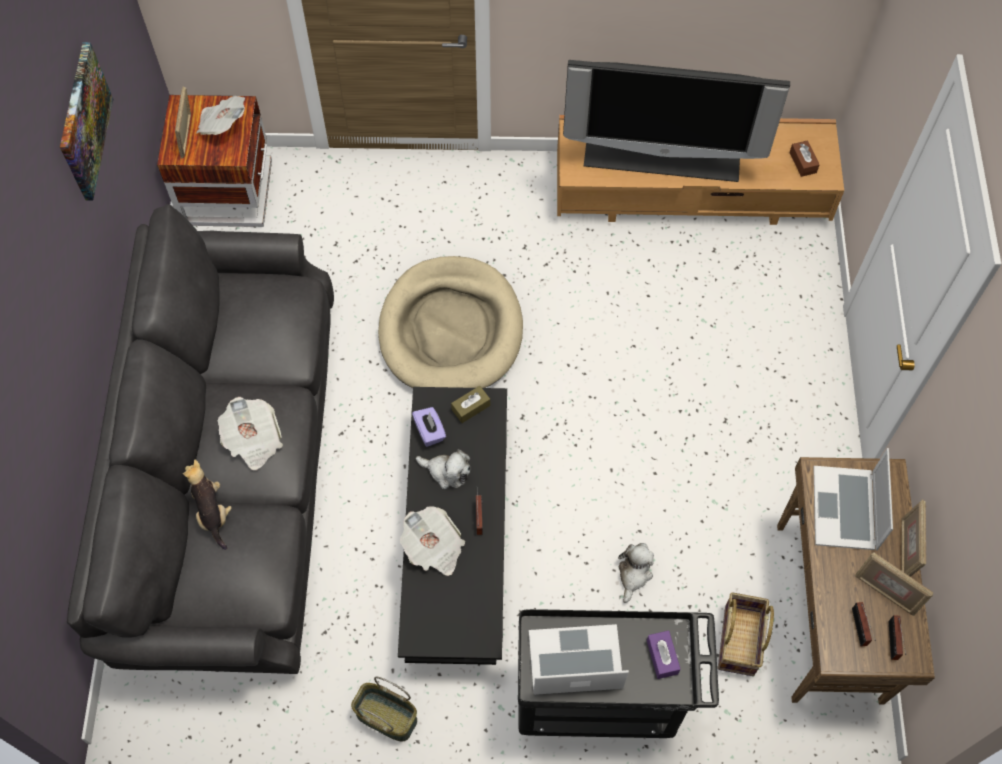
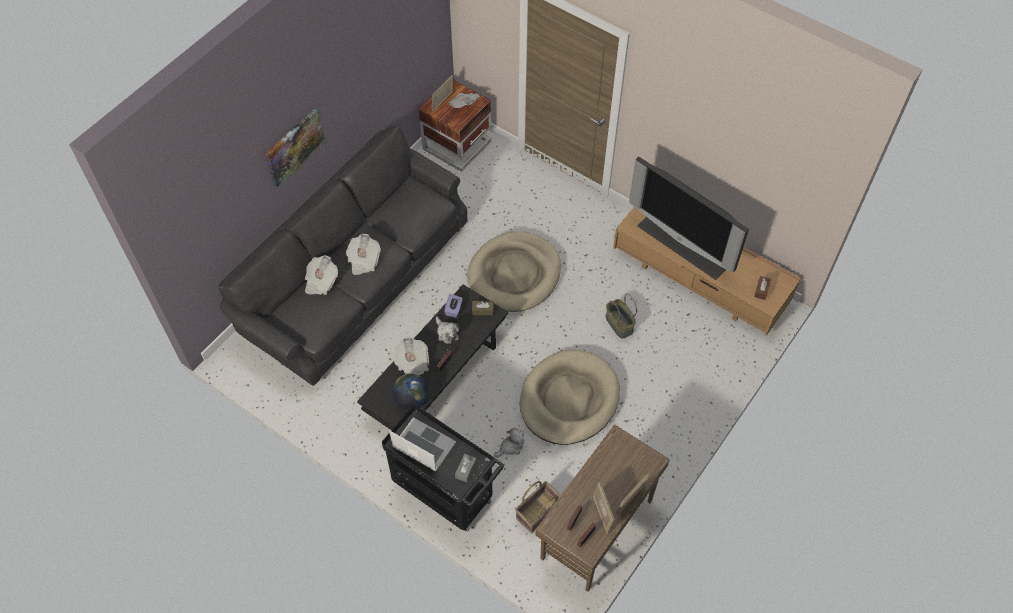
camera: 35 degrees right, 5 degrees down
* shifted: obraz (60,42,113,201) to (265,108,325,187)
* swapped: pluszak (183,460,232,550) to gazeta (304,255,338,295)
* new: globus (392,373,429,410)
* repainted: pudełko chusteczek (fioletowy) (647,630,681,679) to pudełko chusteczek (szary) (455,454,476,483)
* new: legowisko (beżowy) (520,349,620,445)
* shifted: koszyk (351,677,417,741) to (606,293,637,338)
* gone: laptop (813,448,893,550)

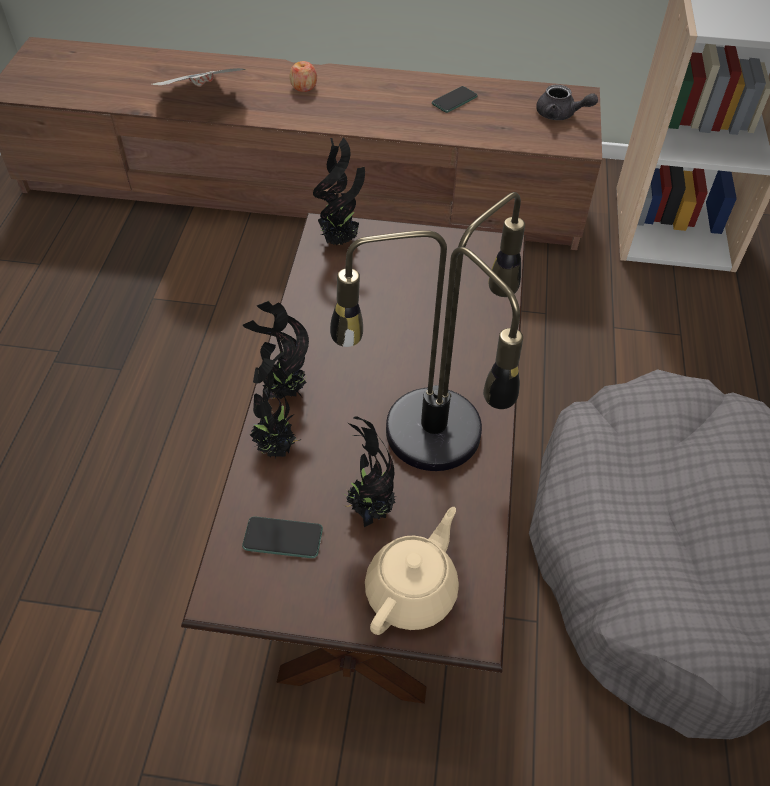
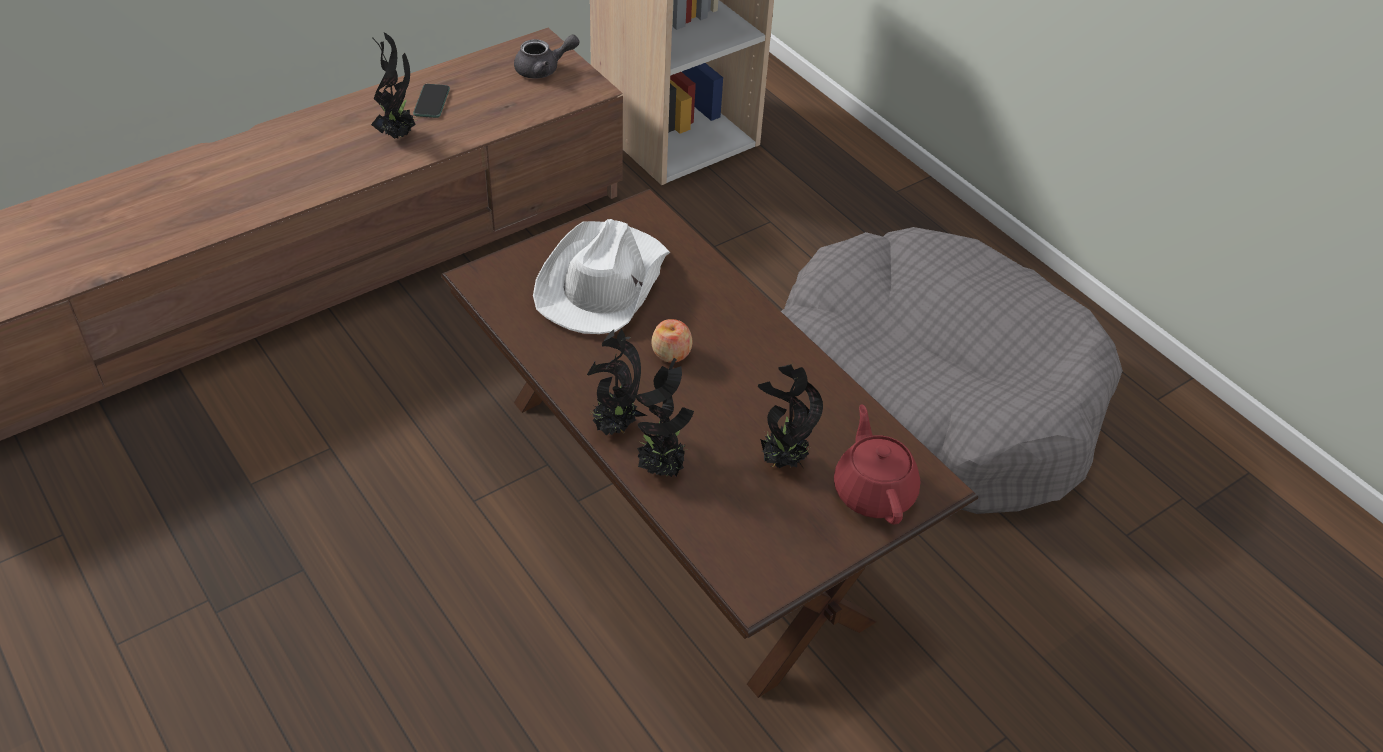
camera: 45 degrees left, 5 degrees down
* shifted: roślina doniczkowa (313,137,365,245) to (371,33,416,139)
* new: kapelusz (biały) (533,219,670,334)
* shifted: jabłko (290,61,317,92) to (651,319,693,363)
* repainted: imbryk (beżowy) (365,507,459,635) to imbryk (czerwony) (834,404,920,524)
* gone: gazeta (151,68,246,87)
* gone: telefon (242,516,323,558)
* gone: lampa stołowa (330,192,525,471)

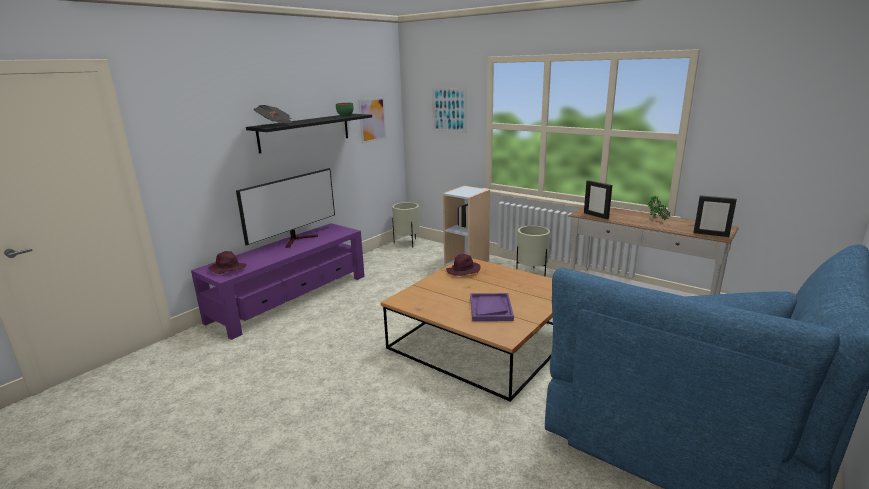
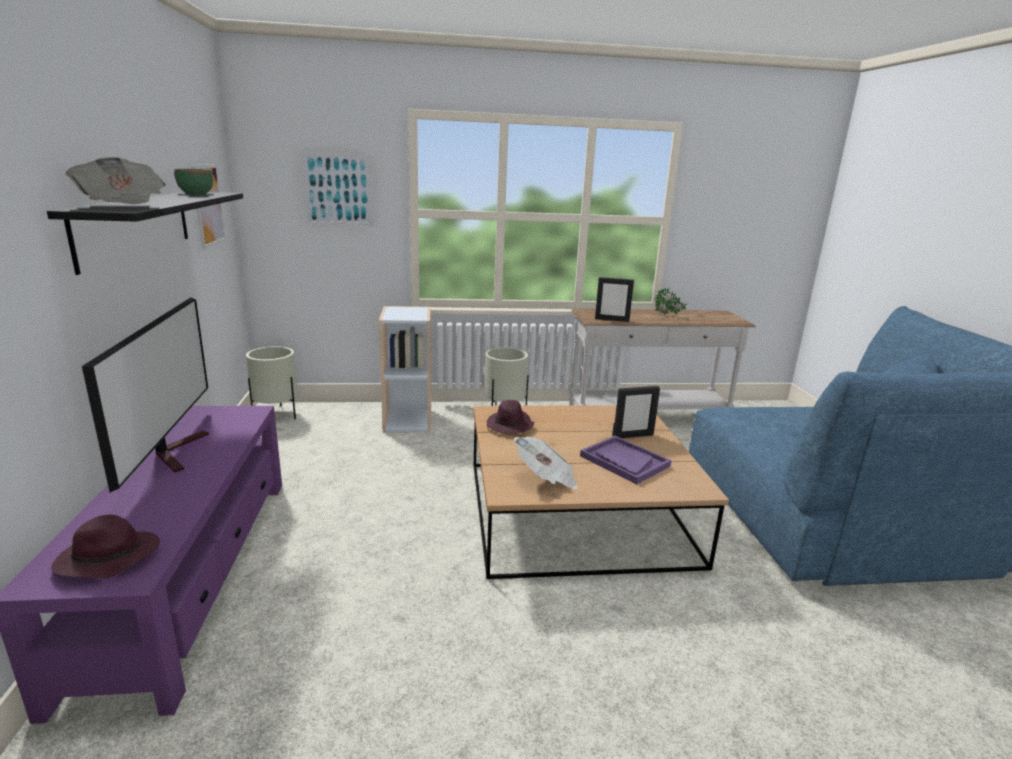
camera: 45 degrees left, 0 degrees up
* new: gazeta (514,437,578,489)
* shifted: ramka na zdjęcie (694,195,737,237) to (612,386,660,438)

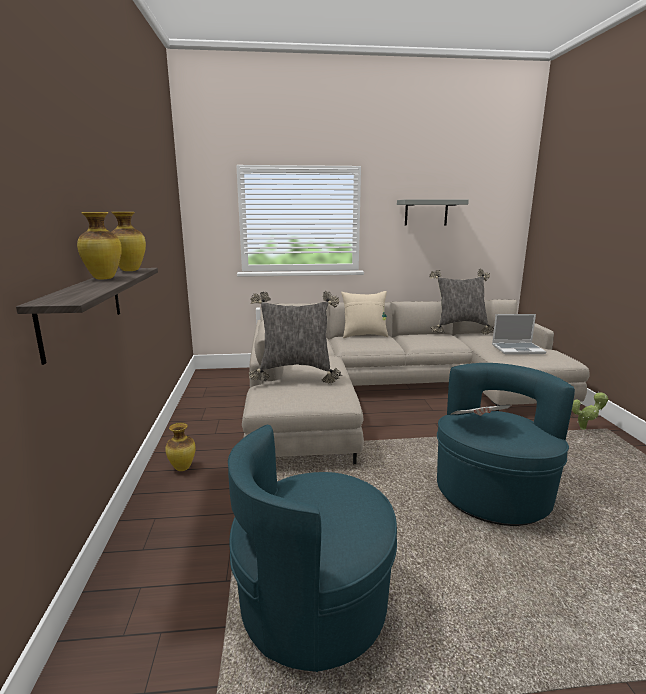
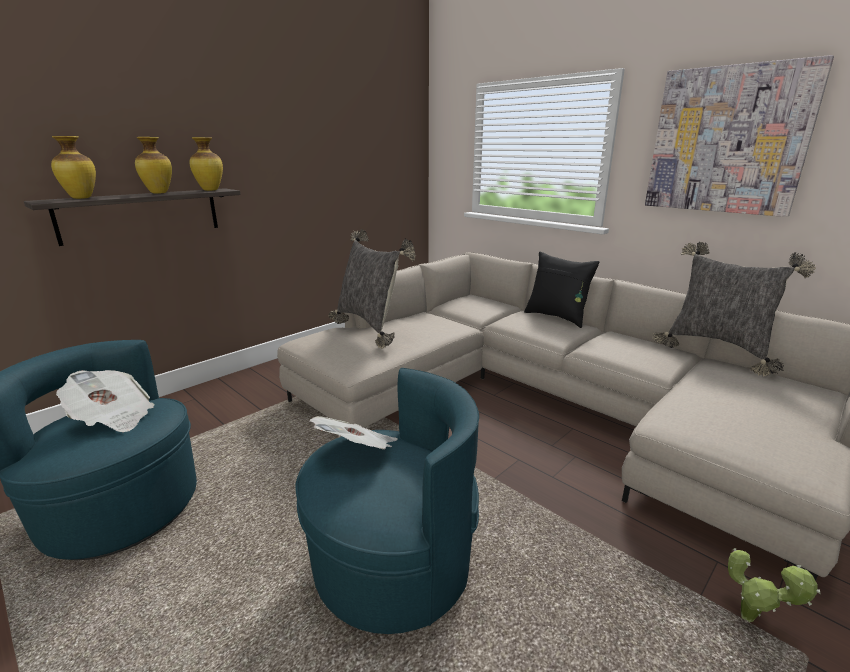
camera: 50 degrees right, 5 degrees up
* shifted: wazon (165,423,196,471) to (51,136,96,199)
* new: gazeta (56,370,155,432)
* repainted: poduszka (beżowy) (341,291,388,338) to poduszka (czarny) (524,251,599,328)
* swapped: półka (szary) (397,199,469,226) to obraz (645,55,834,217)
* gone: laptop (492,314,546,355)

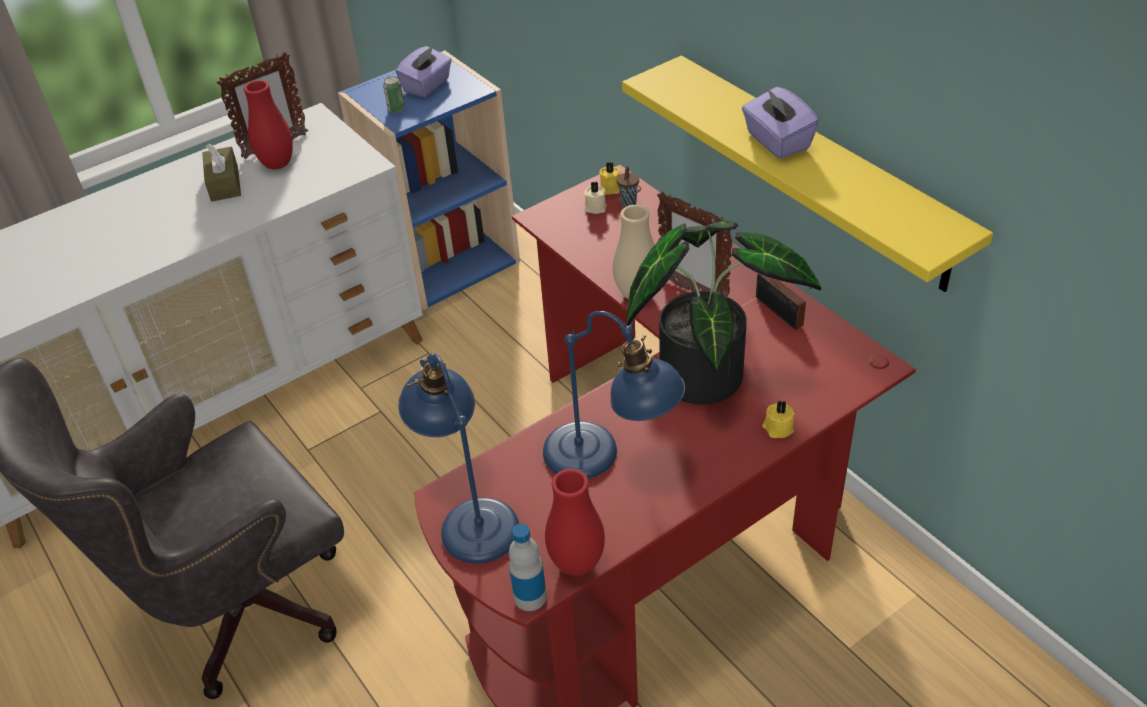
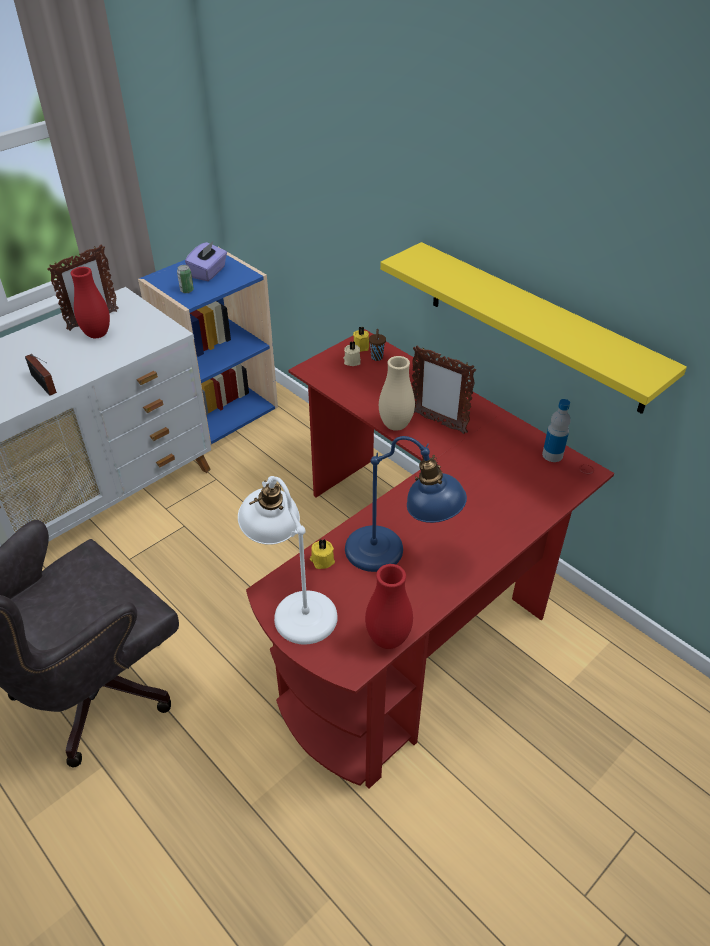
camera: 10 degrees left, 0 degrees up
* shifted: radio (756,273,812,330) to (25,354,57,396)
* repainted: lampa stołowa (niebieski) (398,353,519,564) to lampa stołowa (biały) (238,476,338,644)
* shifted: świeca (żółty) (762,400,795,438) to (310,538,335,569)
* shifted: butelka (509,524,547,611) to (542,399,571,462)
* gone: pudełko chusteczek (brązowy) (202,143,241,202)
* gone: roślina doniczkowa (627,220,821,405)
* gone: pudełko chusteczek (fioletowy) (742,87,819,159)

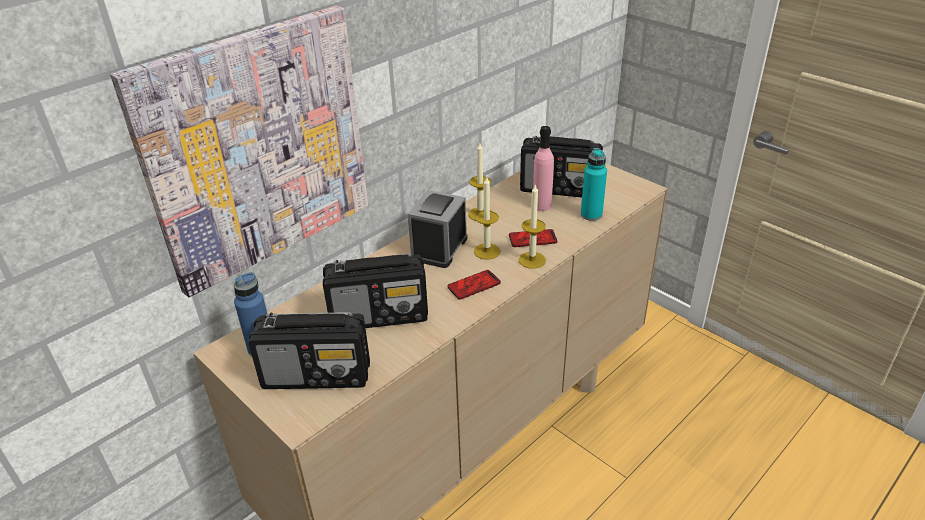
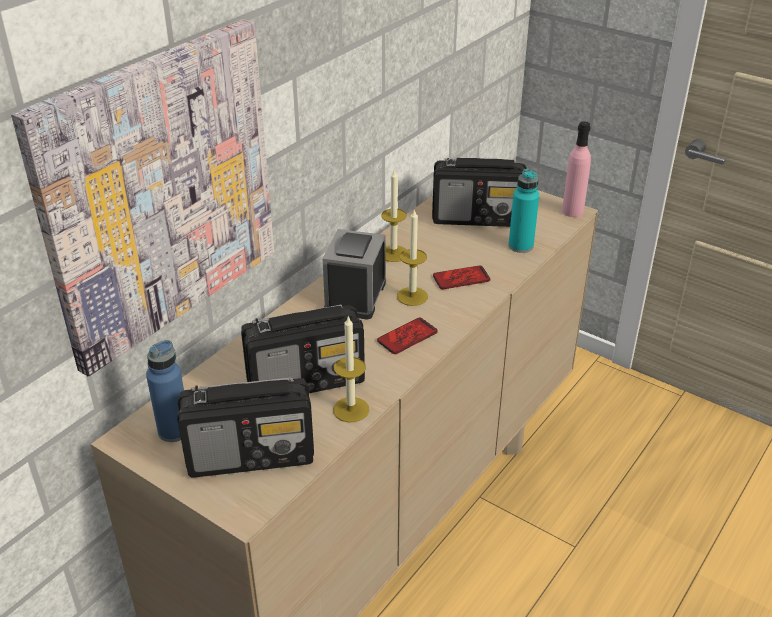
camera: 10 degrees left, 0 degrees up
* shifted: świeca (519,184,546,269) to (333,316,369,423)
* shifted: butelka (różowy) (533,126,554,211) to (562,121,591,217)

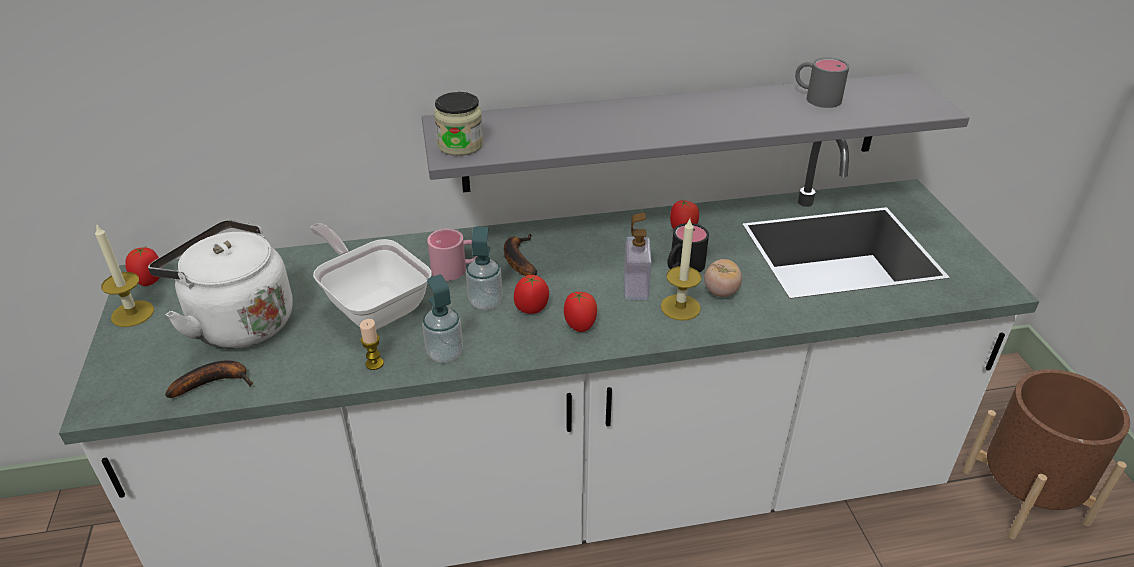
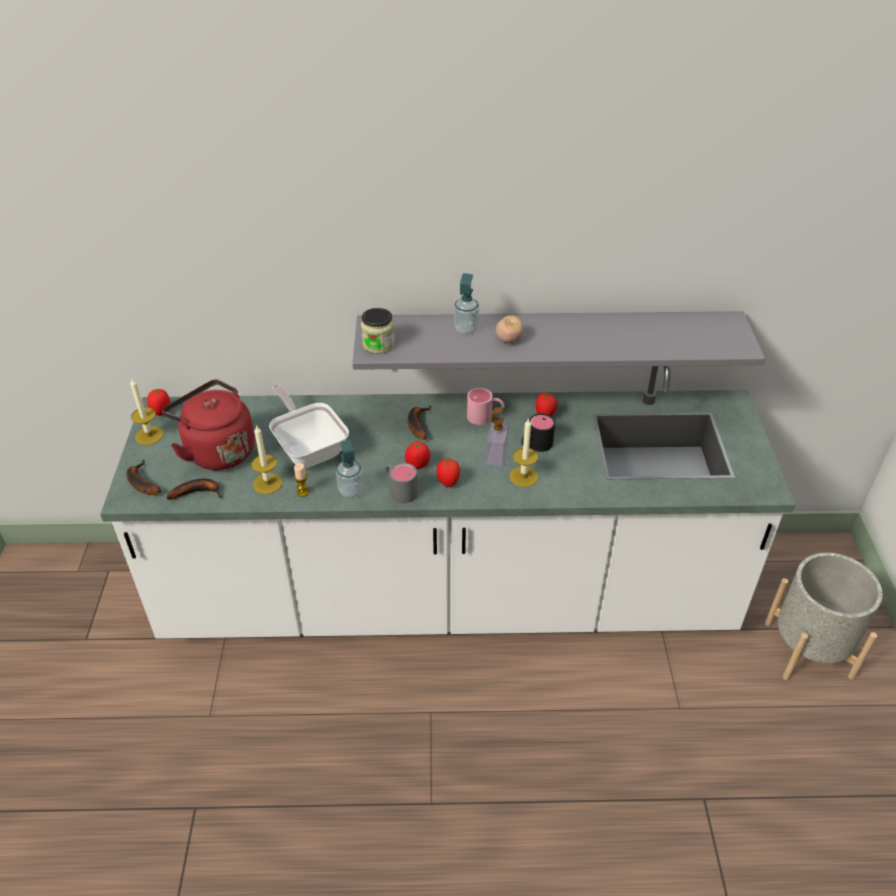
camera: 10 degrees right, 5 degrees up
* new: banan (126,460,161,495)
* repainted: czajnik (biały) (148,220,293,349) to czajnik (czerwony) (162,379,255,470)
* new: świeca (251,425,282,494)
* shifted: kubek (szary) (795,57,849,108) to (385,463,418,503)
* shifted: dozownik mydła (466,227,502,310) to (454,273,479,335)
* shifted: kubek (różowy) (427,229,477,281) to (467,388,505,425)
* shifted: pomidor (704,259,742,297) to (496,315,524,343)
* repainted: donica (brązowy) (963,369,1130,539) to donica (szary) (765,553,883,680)

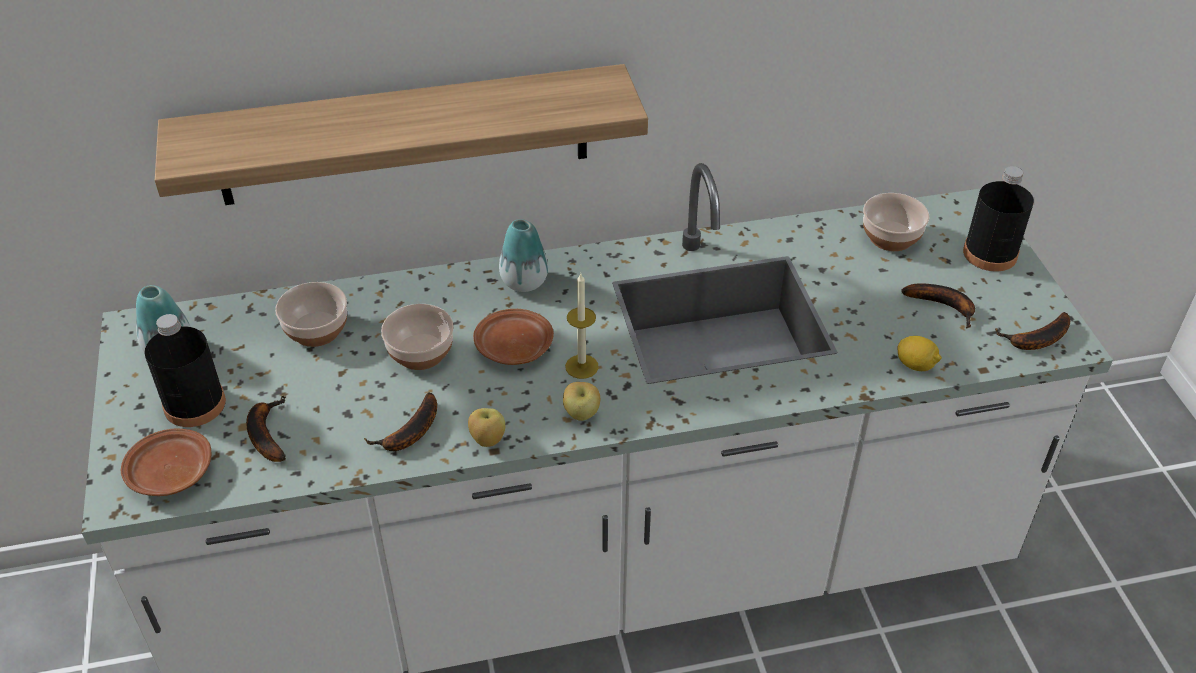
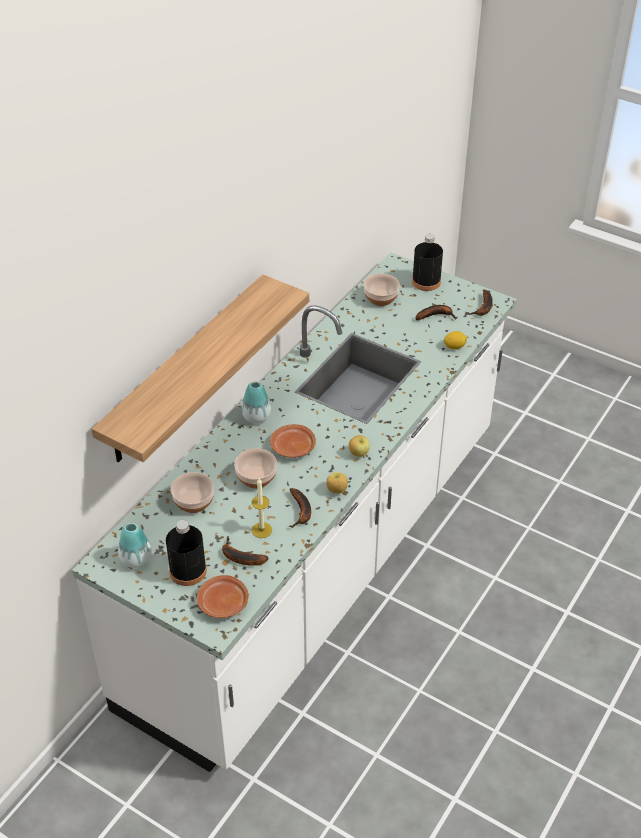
camera: 45 degrees left, 0 degrees up
* shifted: świeca (565,274,599,379) to (252,478,272,538)

